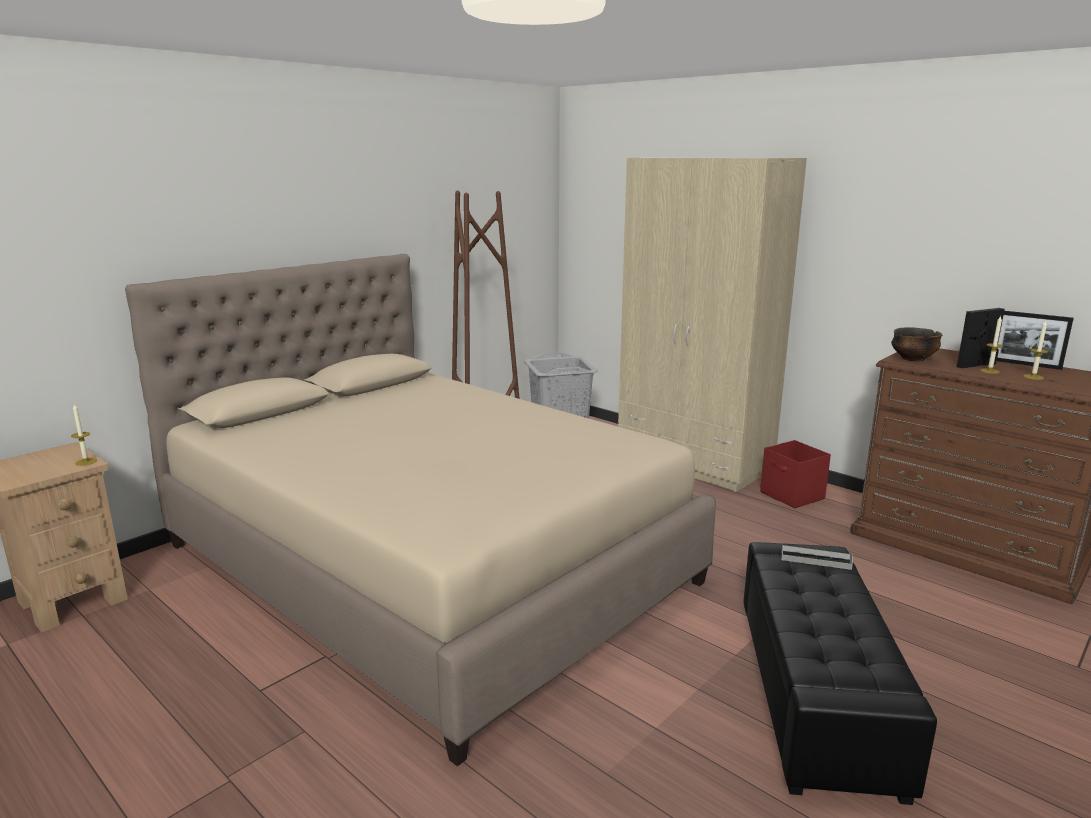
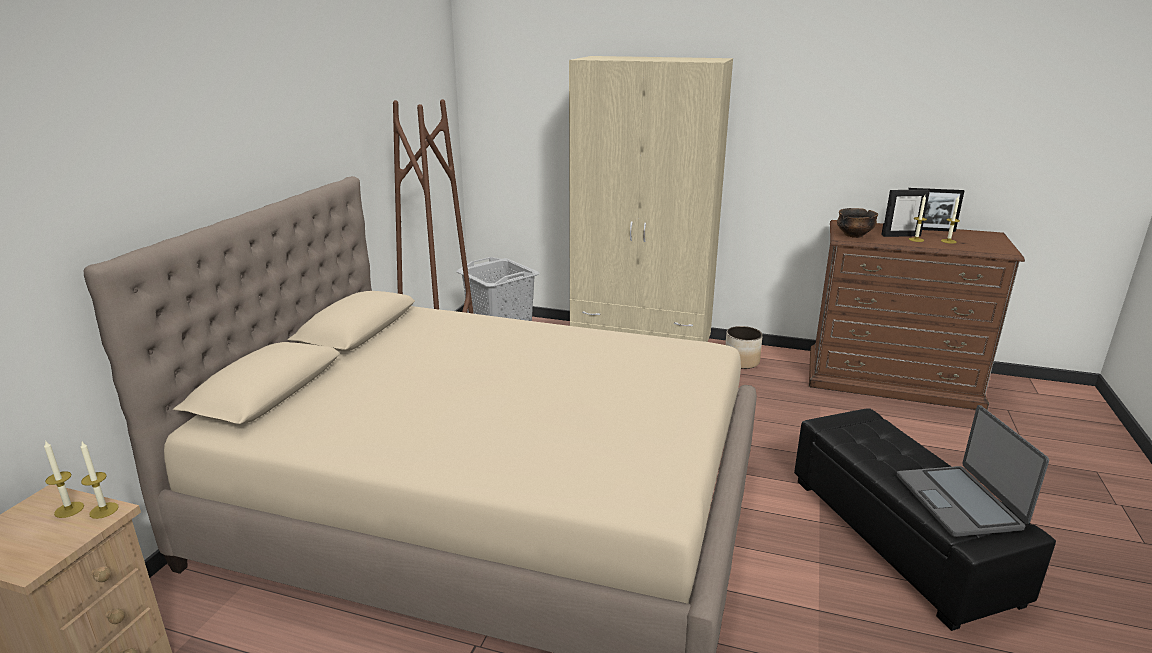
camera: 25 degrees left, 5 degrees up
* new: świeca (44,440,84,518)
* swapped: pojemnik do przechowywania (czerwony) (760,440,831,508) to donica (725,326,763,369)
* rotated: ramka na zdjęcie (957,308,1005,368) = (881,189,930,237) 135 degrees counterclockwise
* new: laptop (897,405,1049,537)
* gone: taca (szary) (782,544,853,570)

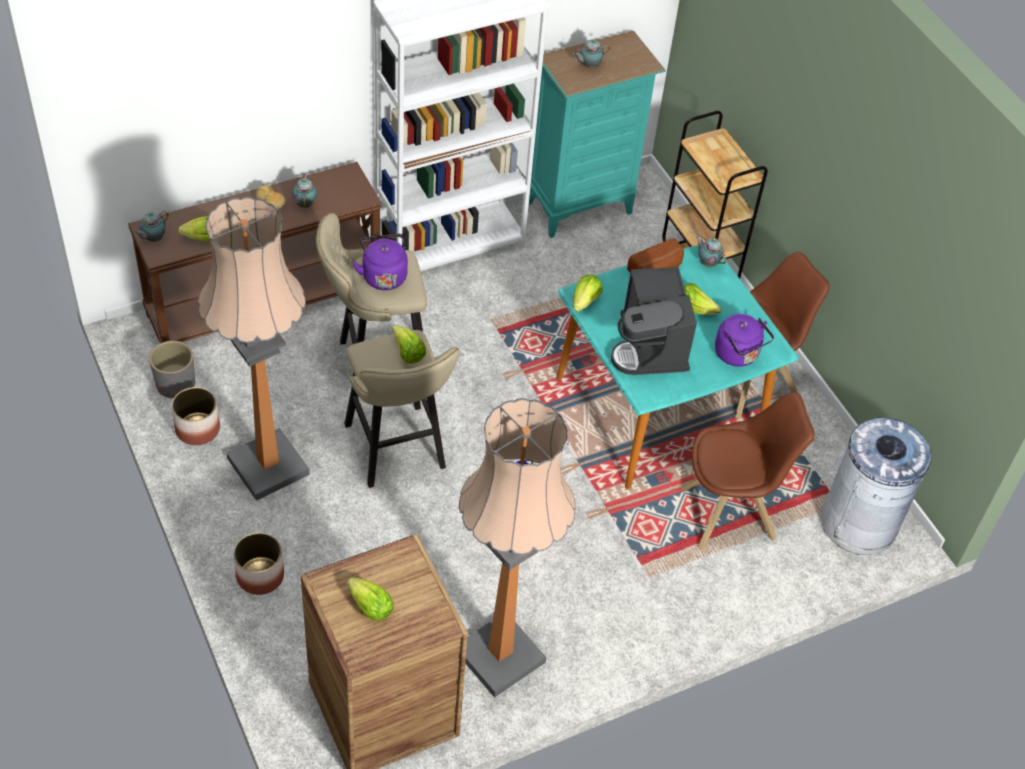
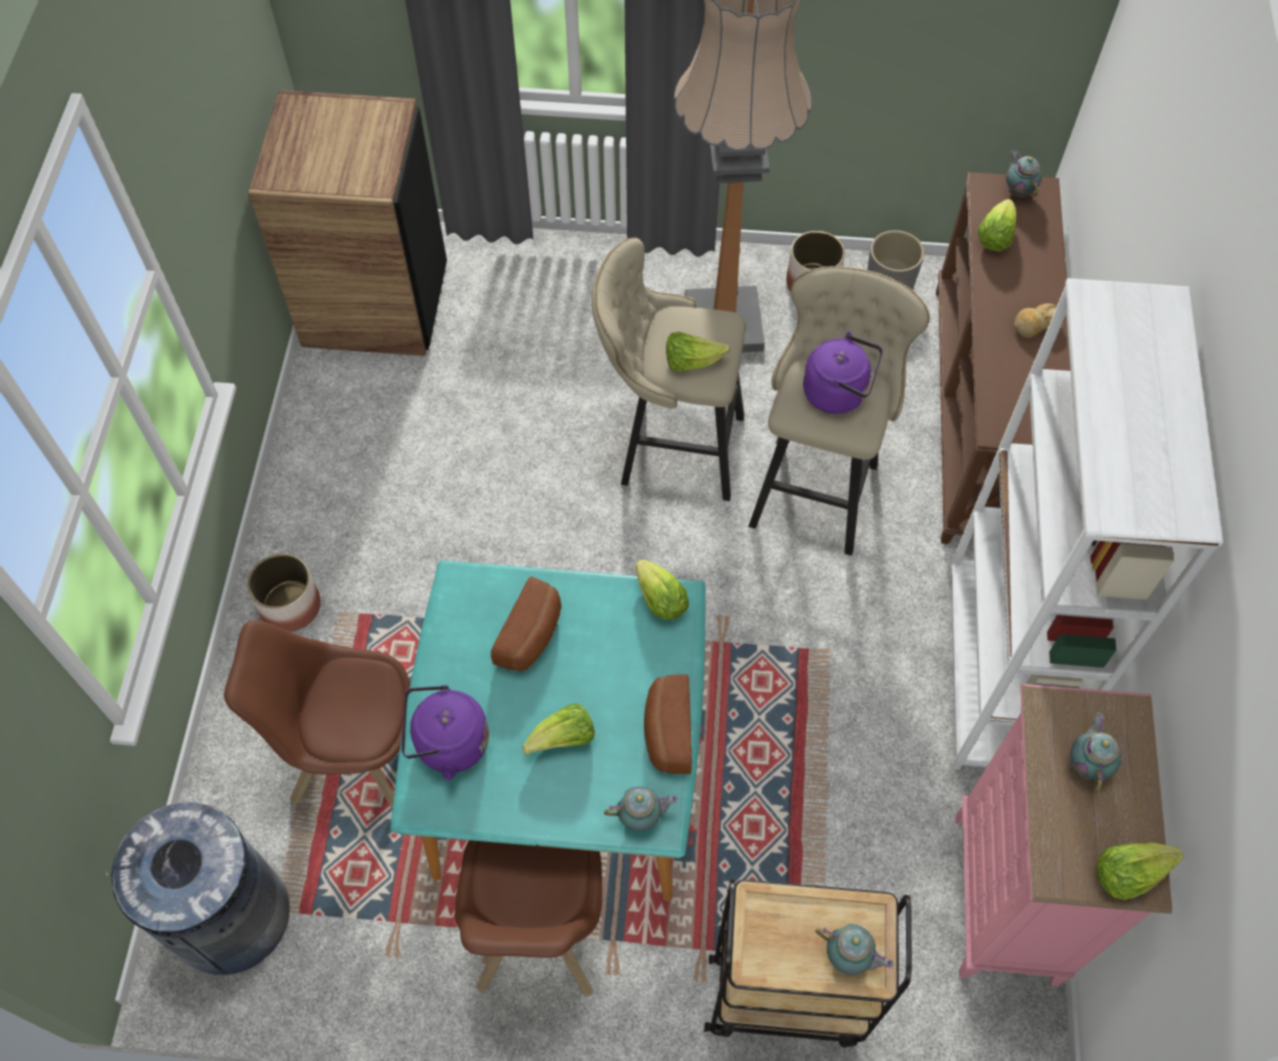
camera: 125 degrees right, 10 degrees up
* rotated: krzesło (brązowy) (681,392,815,550) = (224,620,410,808) 75 degrees clockwise
* shifted: donica (233,533,284,595) to (247,554,321,632)
* swapped: ekspres do kawy (611,267,697,375) to chleb (491,577,562,671)
* shifted: imbryk (292,174,317,208) to (815,924,894,975)
* repainted: komoda (turkusowy) (529,31,666,238) to komoda (różowy) (955,683,1172,986)
* shifted: sałata (347,578,394,621) to (1097,842,1183,900)
* gone: lampa stojąca (459,398,576,698)

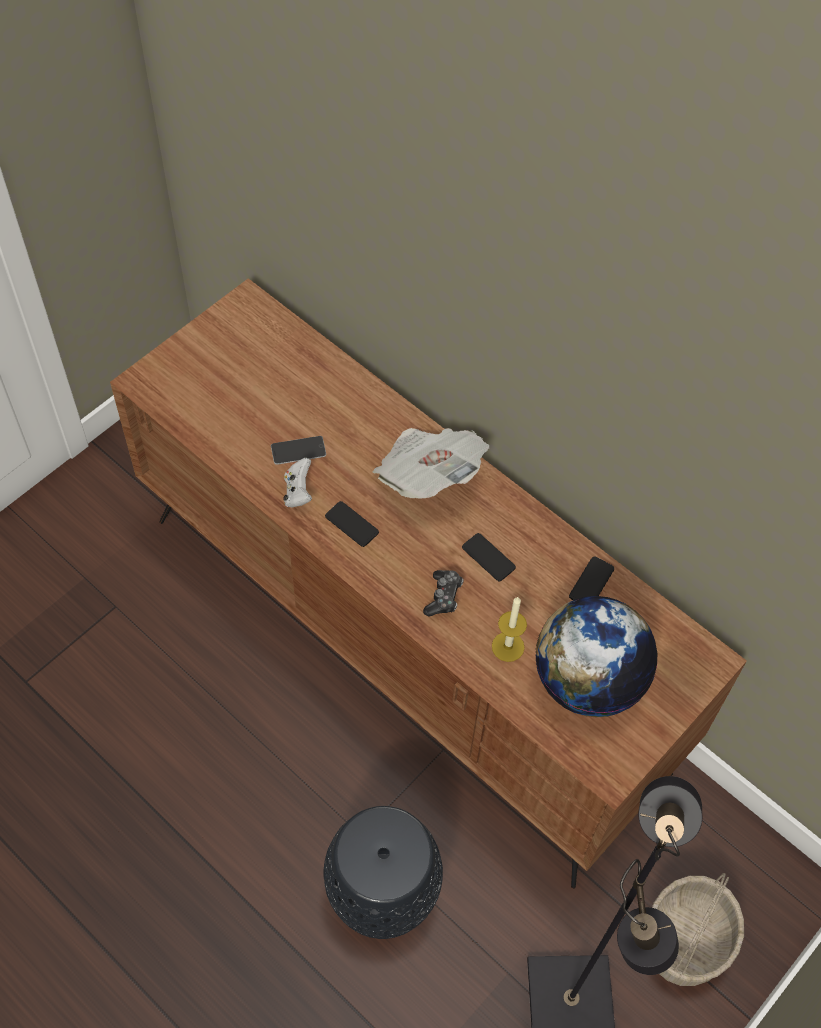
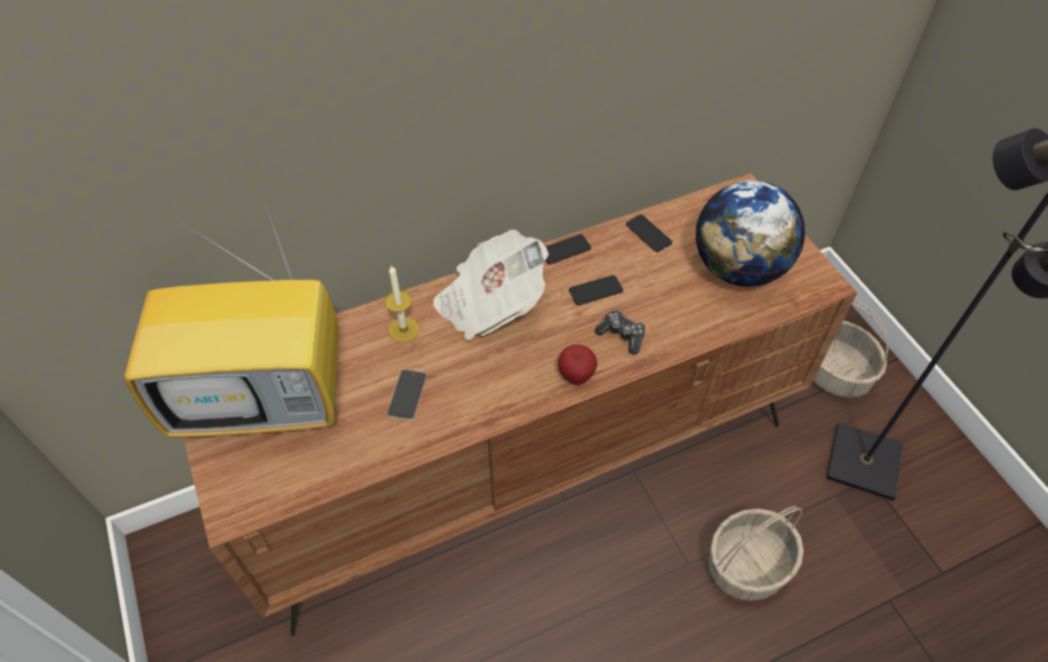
camera: 65 degrees left, 5 degrees down
* new: telewizor (125,200,339,437)
* shifted: świeca (492,597,527,662) to (385,265,419,343)
* shifted: telefon (325,501,379,547) to (545,234,591,265)
* new: jabłko (558,344,597,385)
* swapped: stołek (czarny) (323,806,443,939) to koszyk (708,506,804,601)
* gone: pad do gier (biały) (283,458,312,507)

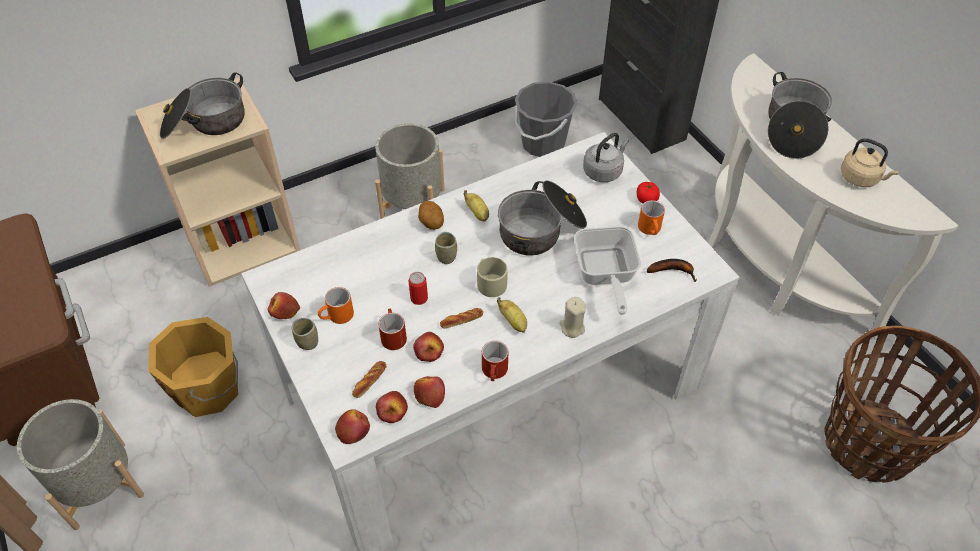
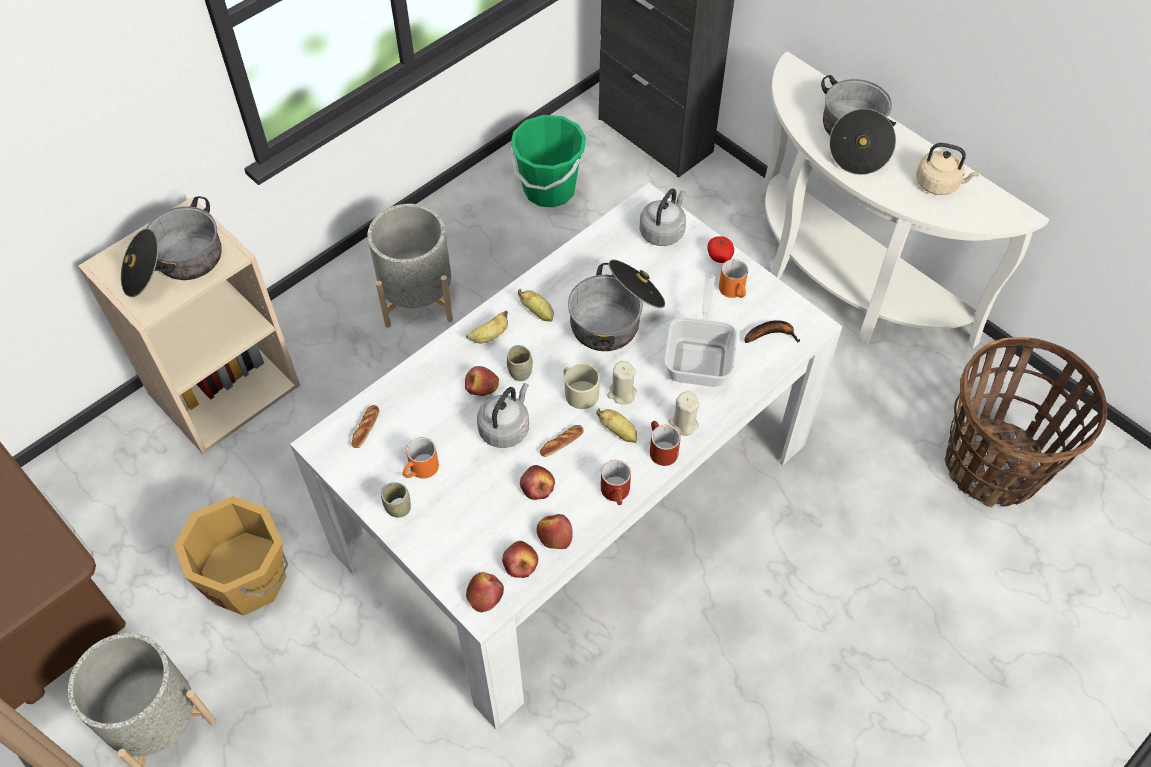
camera: 15 degrees left, 5 degrees up
* shifted: chleb (352,361,386,398) to (351,405,380,448)
* shifted: jabłko (268,292,300,319) to (465,366,499,396)
* swapped: ziemniak (418,201,444,230) to banan (466,310,508,343)
* swapped: puszka (408,272,428,305) to czajnik (szary) (477,383,529,448)
* repainted: wiadro (szary) (515,81,577,157) to wiadro (zielony) (511,115,586,208)
* new: świeca (beżowy) (607,361,637,405)
* shifted: kubek (czerwony) (378,309,407,350) to (650,421,681,466)
* rotated: patelnia (574,226,641,315) = (664,274,738,387) 150 degrees counterclockwise

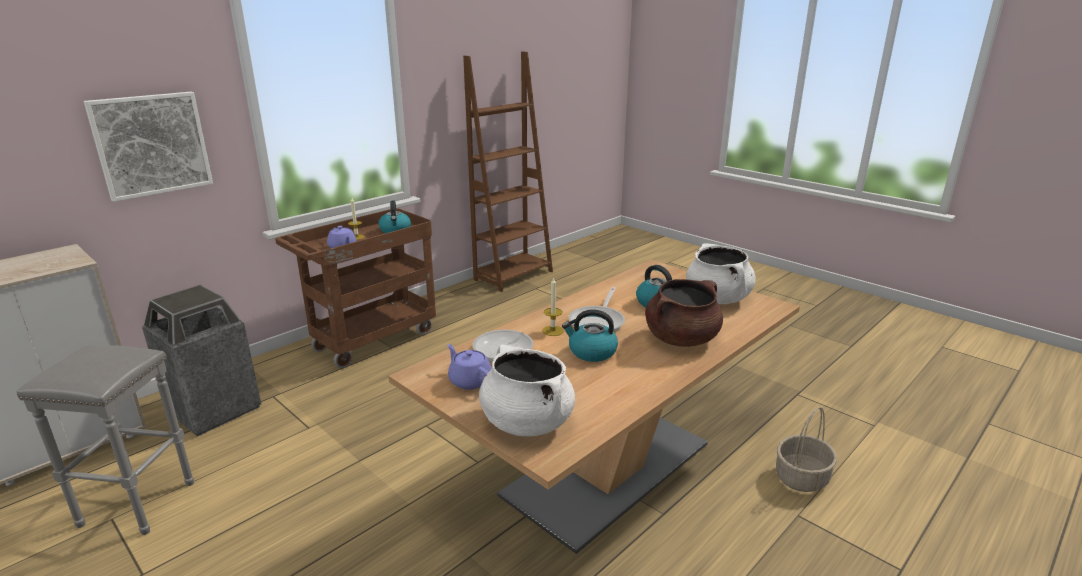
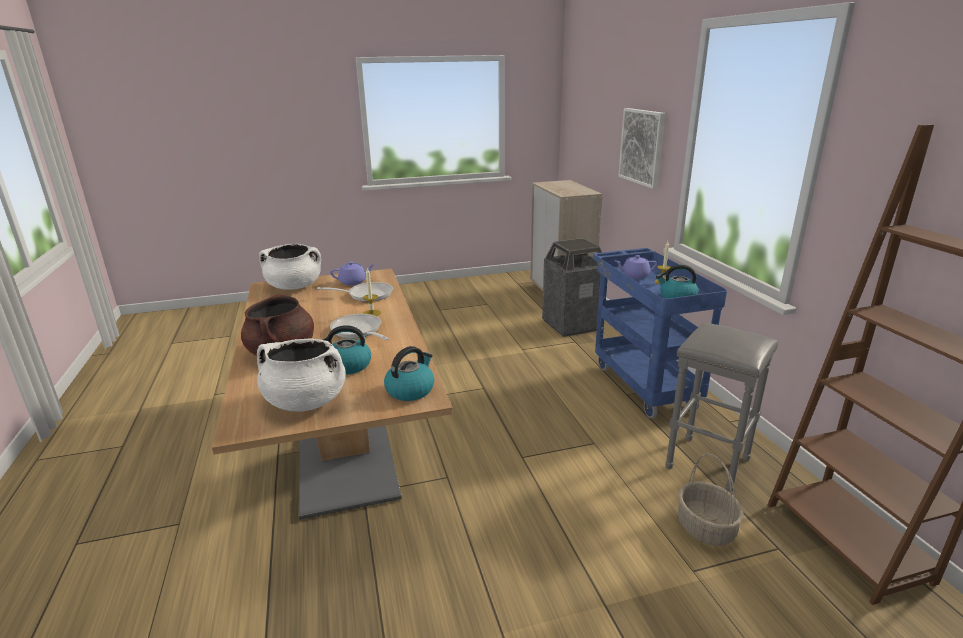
camera: 120 degrees right, 0 degrees up
* shifted: czajnik (562,309,618,362) to (384,346,434,401)
* repainted: wózek (brązowy) (275,208,436,368) to wózek (niebieski) (593,248,727,419)
* shifted: stołek (szary) (17,345,194,535) to (665,323,778,493)
* shifted: koszyk (776,407,837,492) to (678,453,744,546)

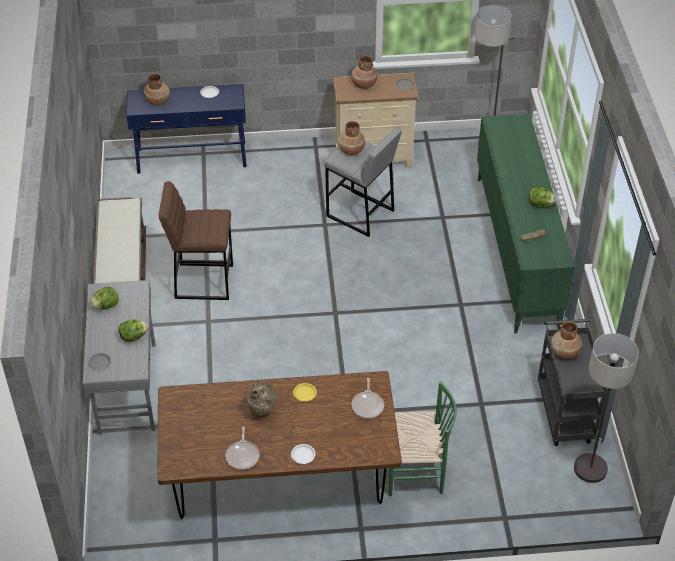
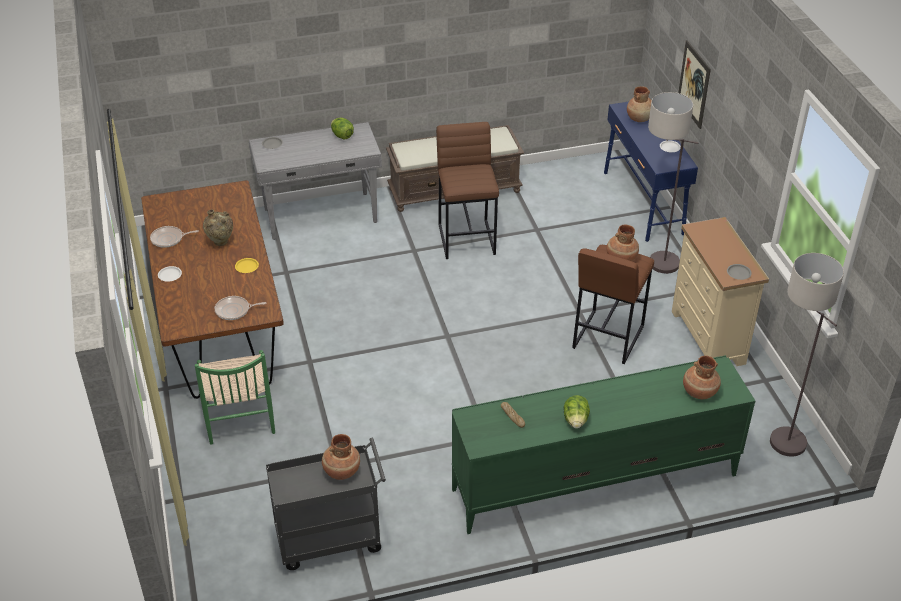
camera: 80 degrees right, 5 degrees down
* repainted: stołek (szary) (324,128,402,237) to stołek (brązowy) (572,245,654,364)
* shifted: lampa stojąca (szary) (574,333,639,483) to (648,92,698,274)
* new: obraz (678,40,711,129)
* shifted: wazon (brązowy) (351,56,377,89) to (683,356,721,399)
* gone: sałata (119,319,148,342)

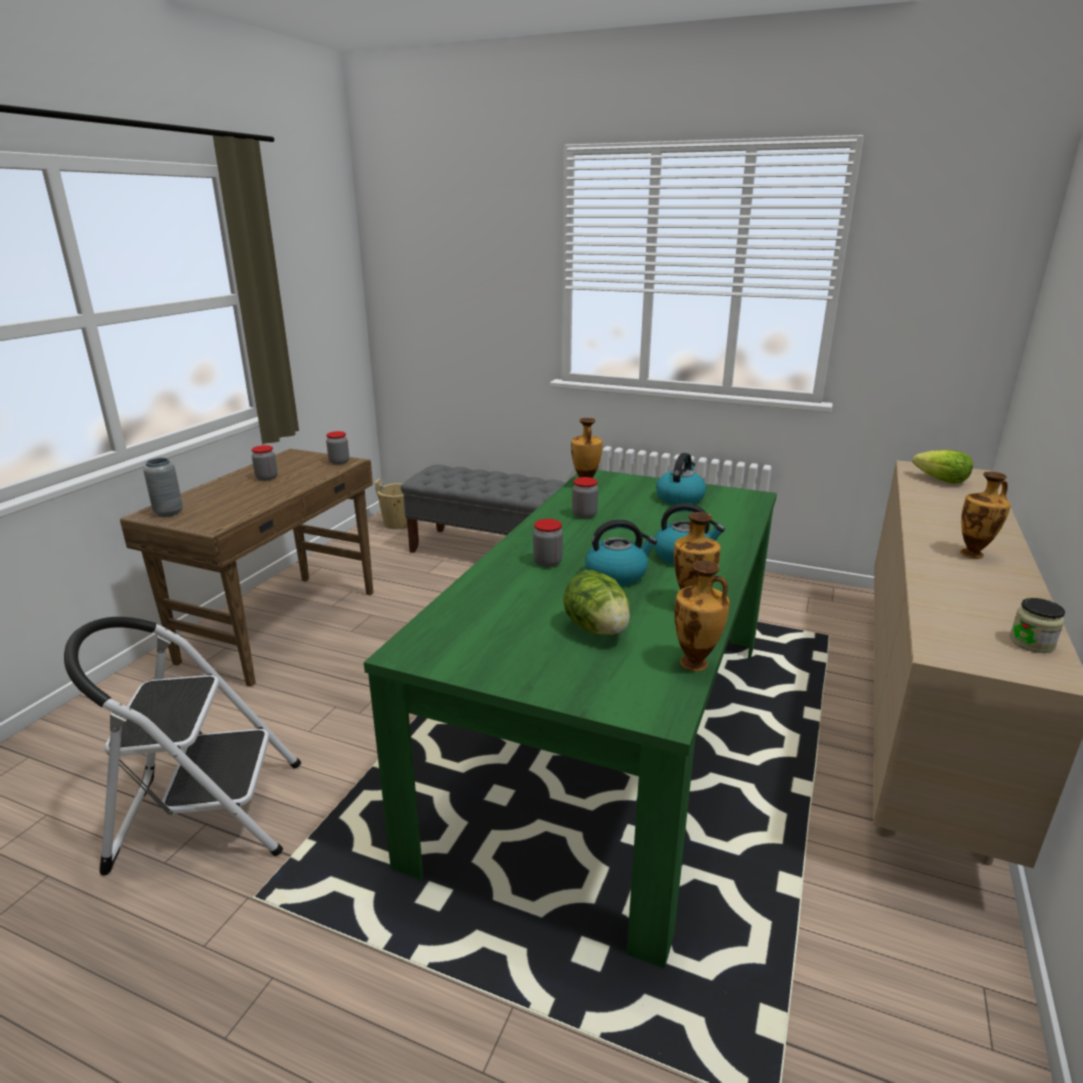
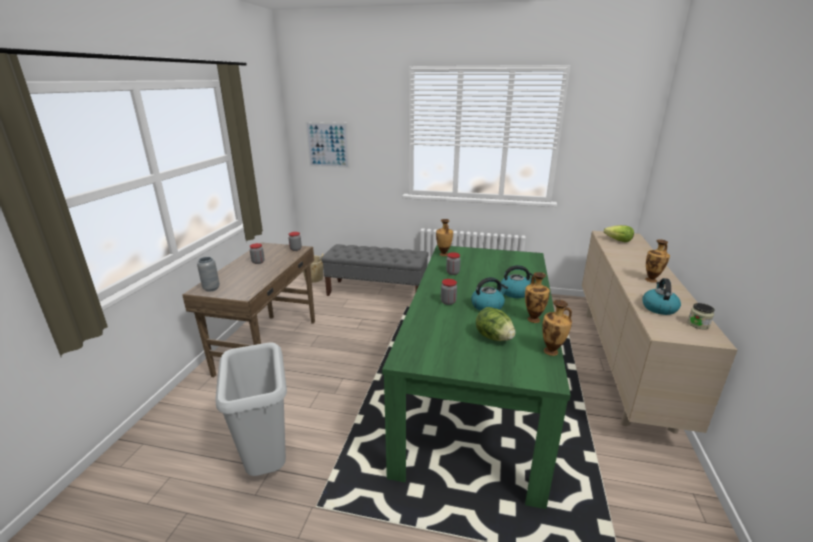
camera: 10 degrees left, 0 degrees up
* swapped: drabinka (64,617,301,876) to kosz na śmieci (szary) (215,342,287,476)
* new: obraz (305,122,350,168)
* shifted: czajnik (656,453,706,505) to (642,278,681,315)

